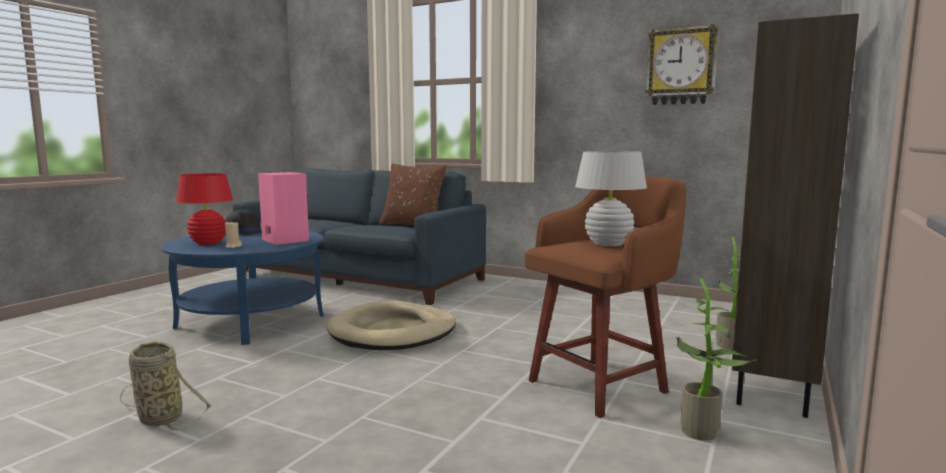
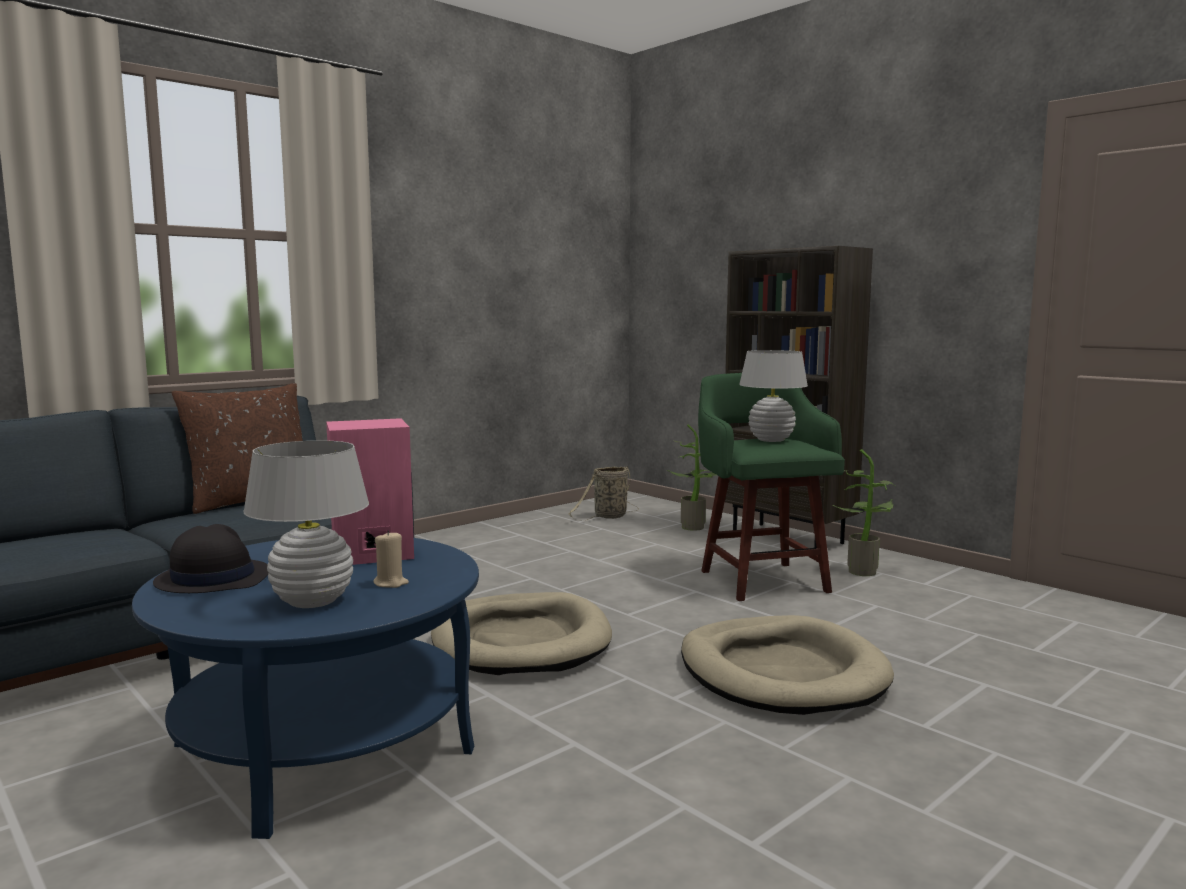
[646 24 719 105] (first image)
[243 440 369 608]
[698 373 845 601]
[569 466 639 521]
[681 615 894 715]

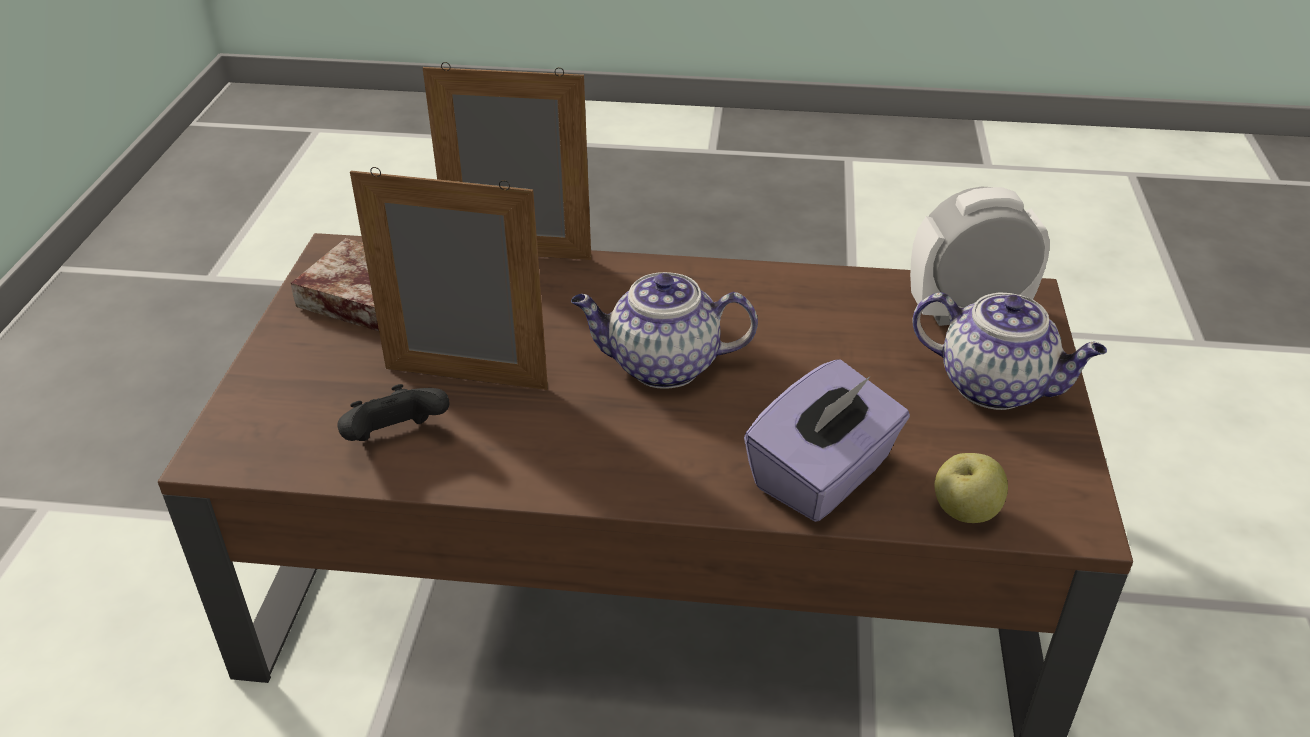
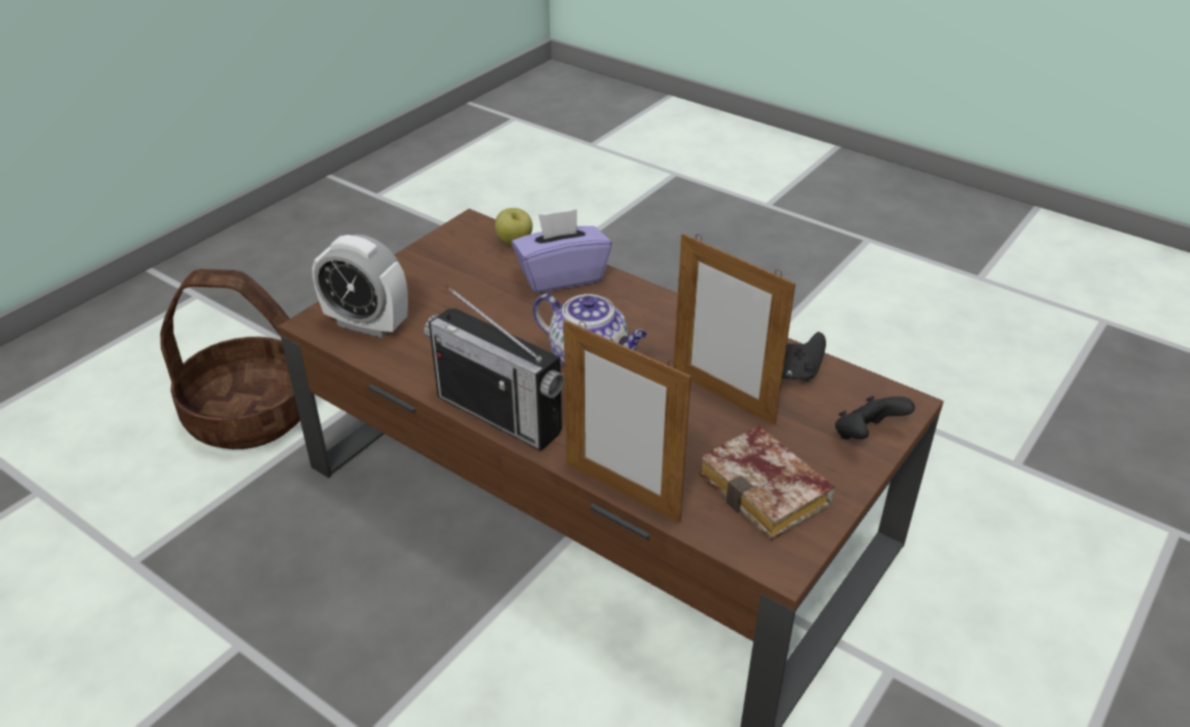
[912 292 1107 410] (first image)
[160 269 300 449]
[424 285 564 451]
[835 396 915 439]

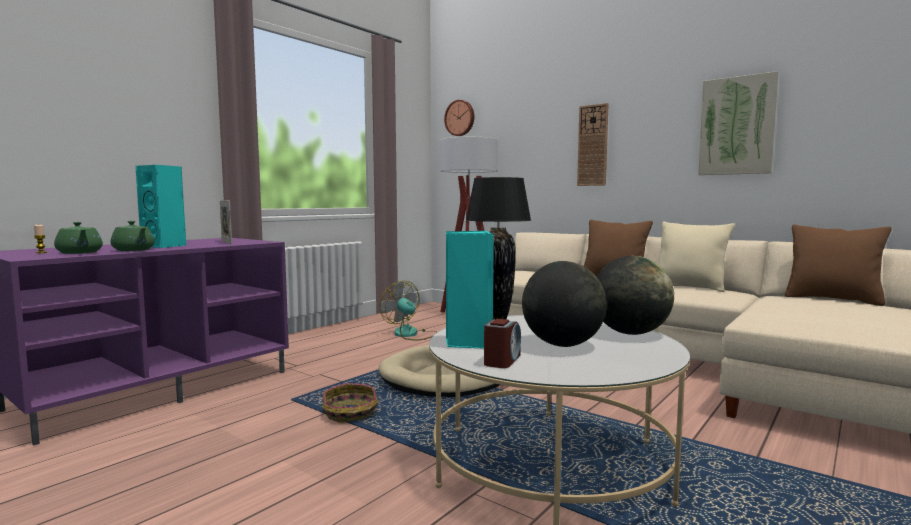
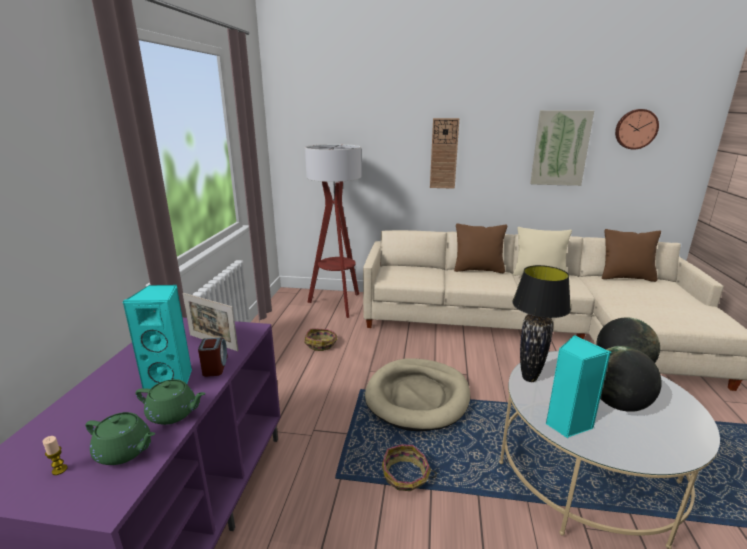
[615 109 659 150]
[304 328 337 351]
[198 337 228 377]

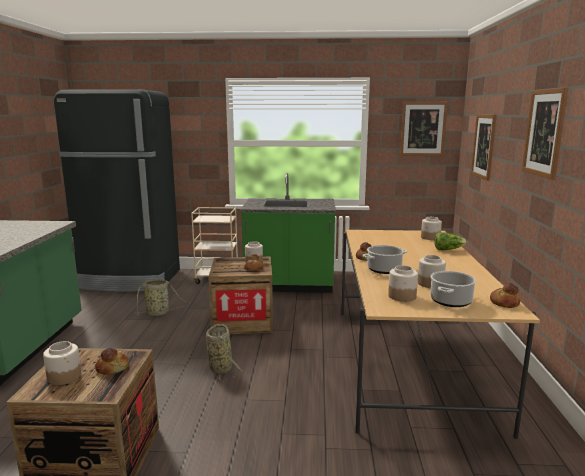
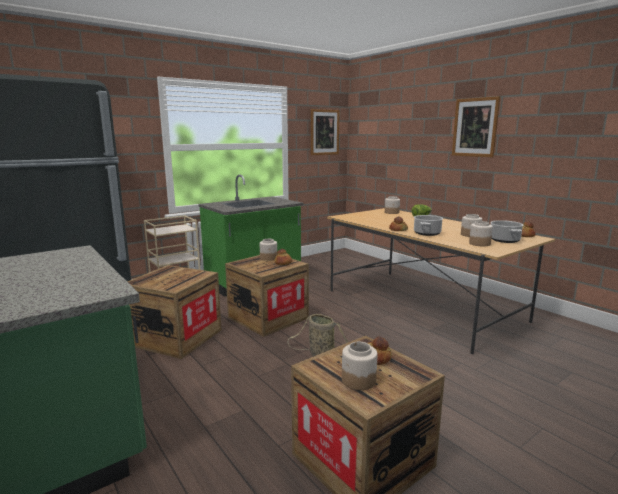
[471 114 497 181] (first image)
[127 265 221 359]

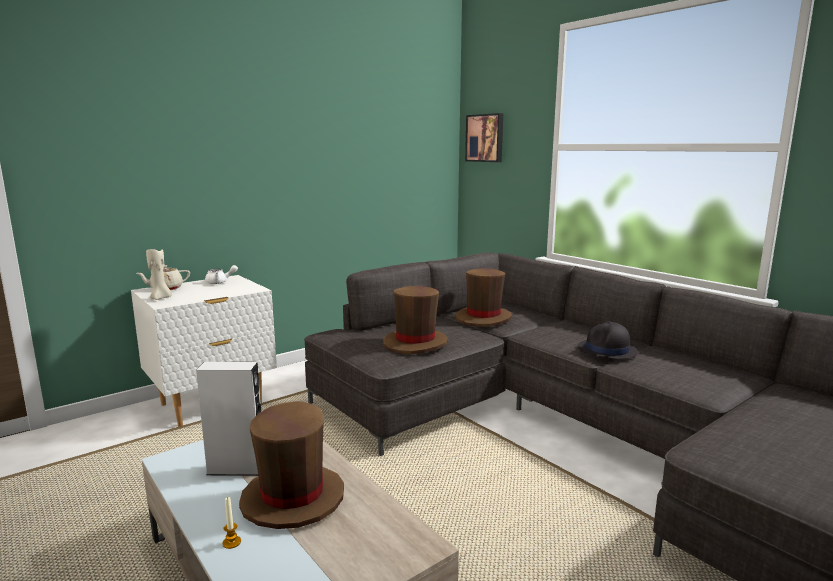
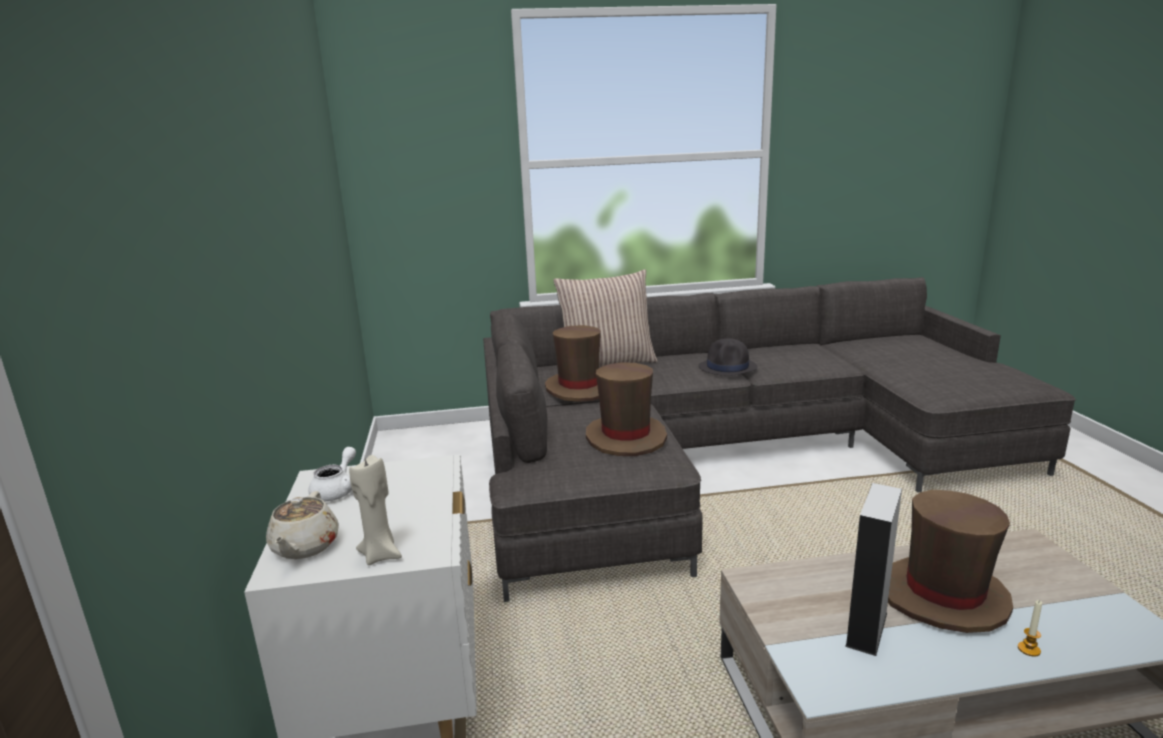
[465 113 503 162] (first image)
[553 270 658 367]

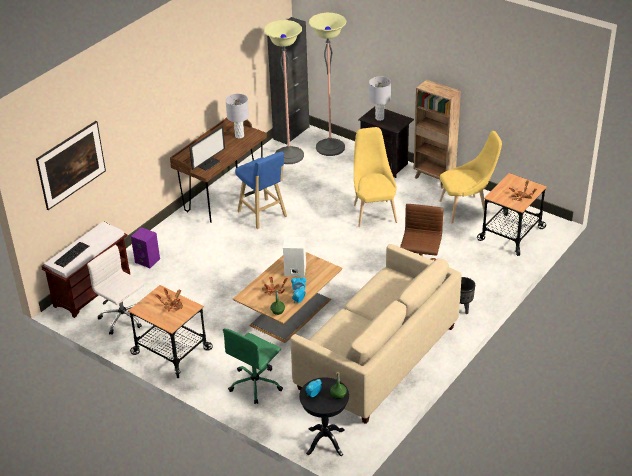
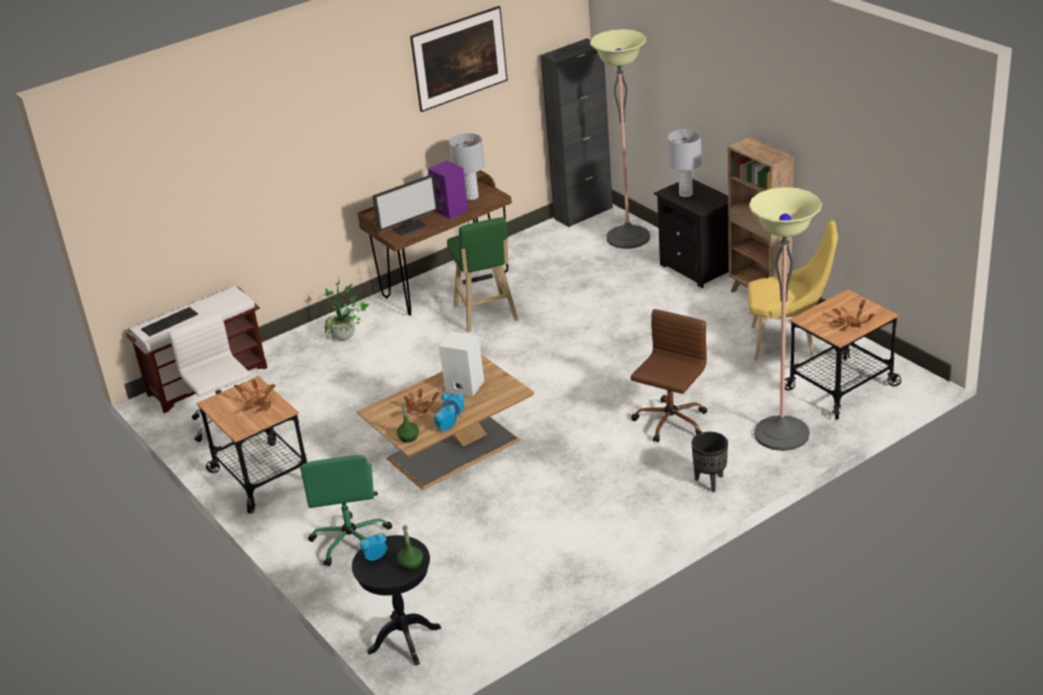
[749 187 822 451]
[410 6 508 112]
[354 127 397 227] (first image)
[447 217 518 332]
[428 160 468 219]
[290 244 462 424] (first image)
[300 455 392 566]
[324 278 370 341]

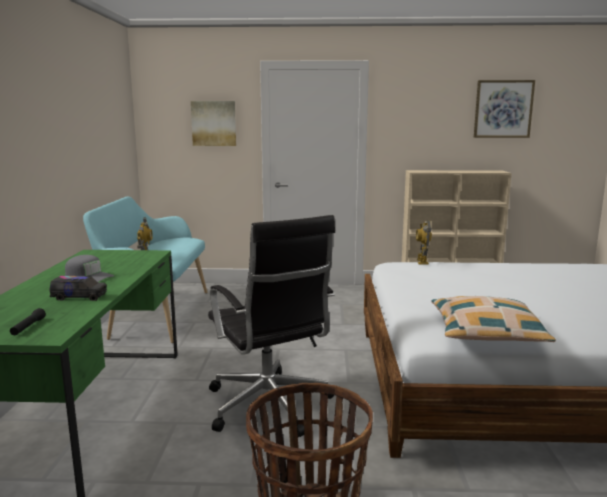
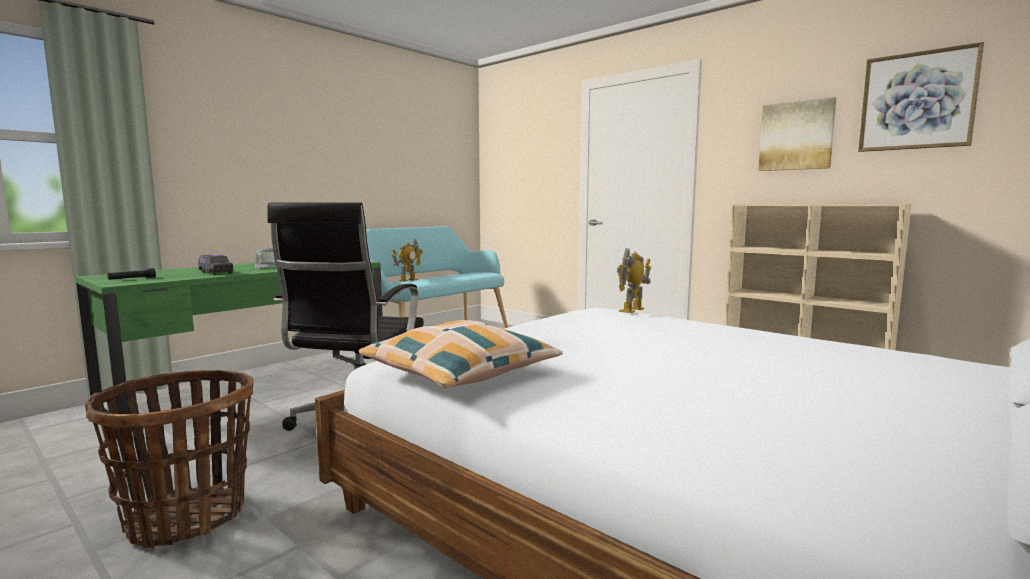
[758 97 836 171]

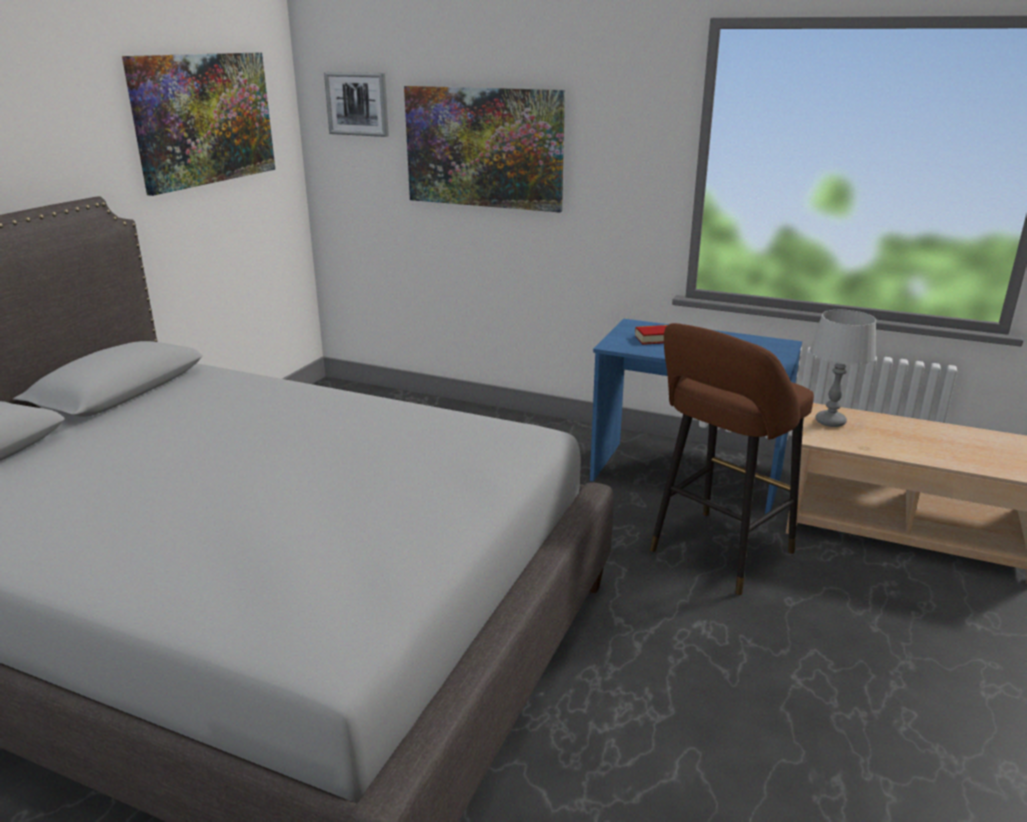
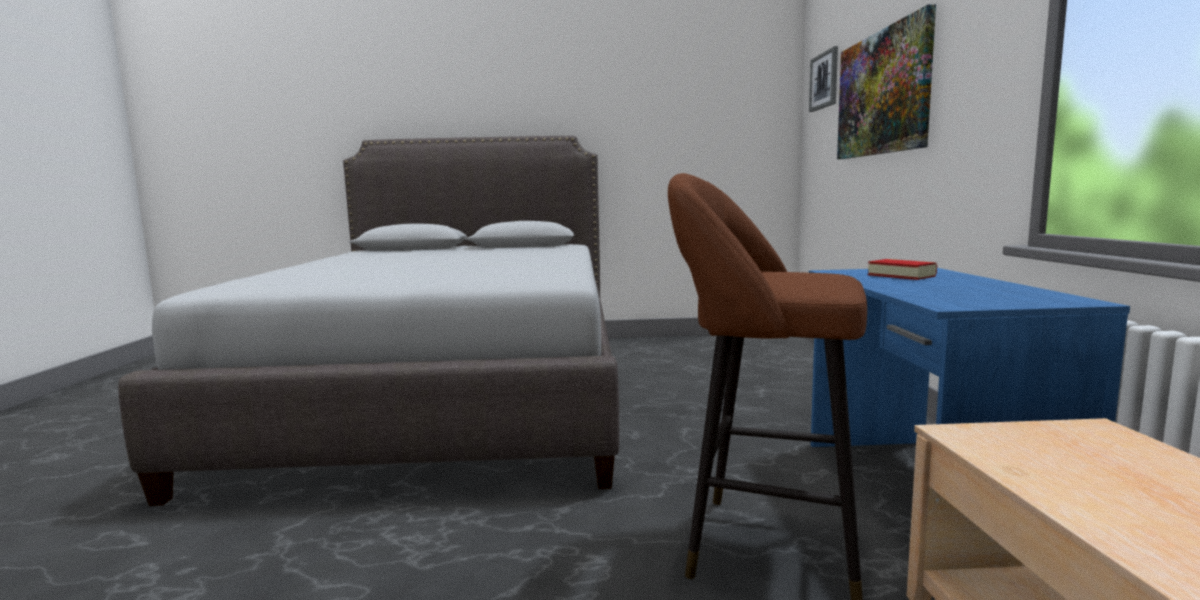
[122 53 275 196] (first image)
[810 310 876 427] (first image)

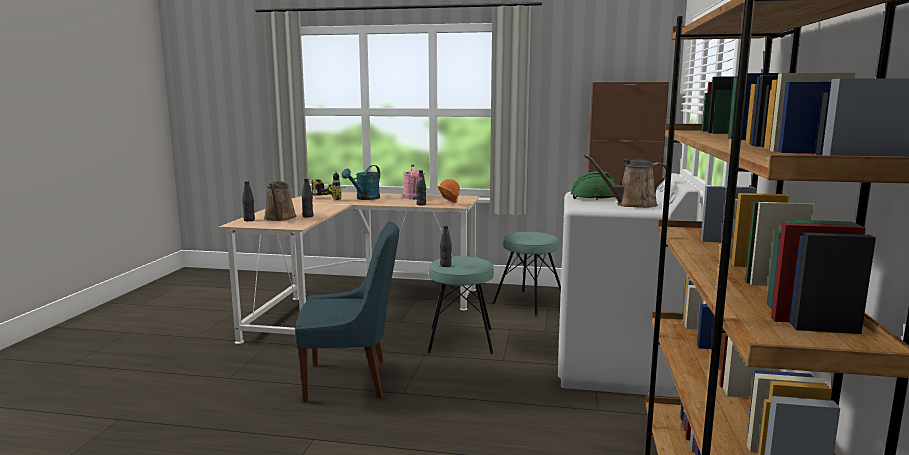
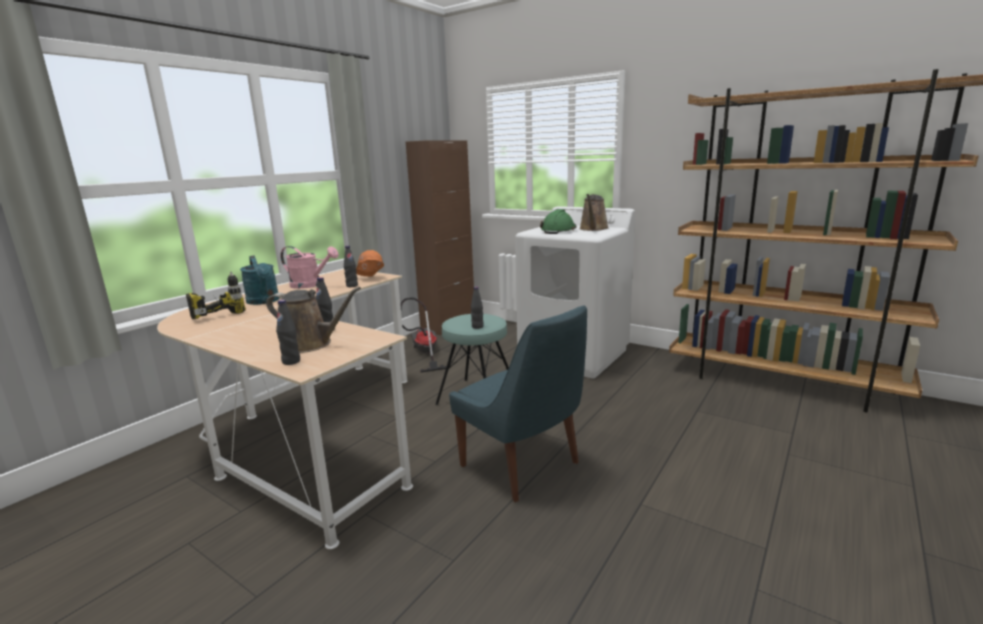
[449 305 587 502]
[400 297 446 373]

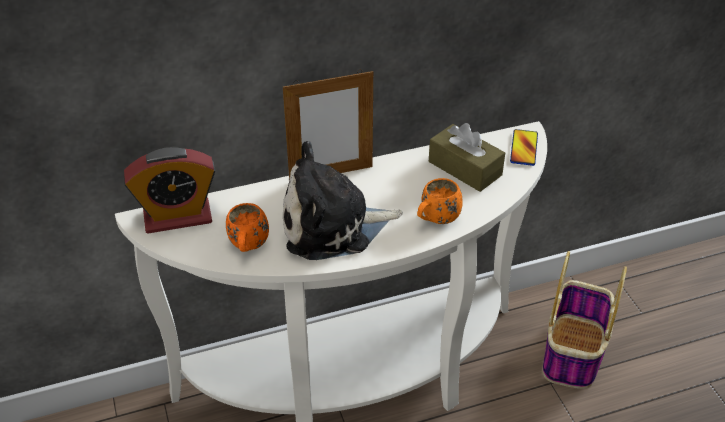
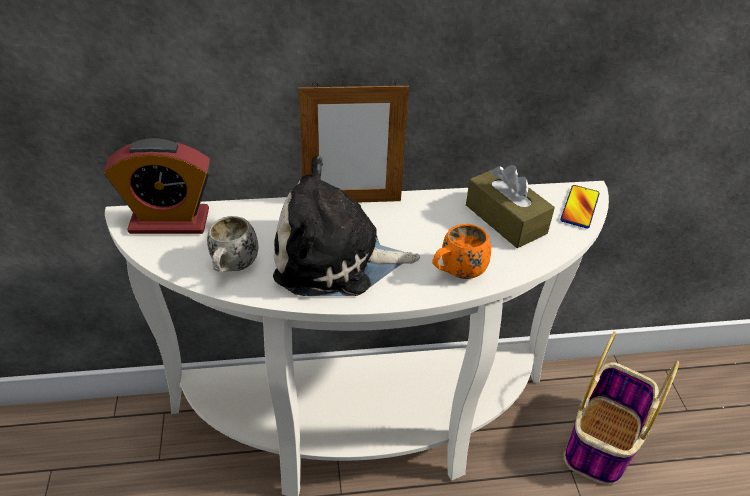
[207 216 258 272]

